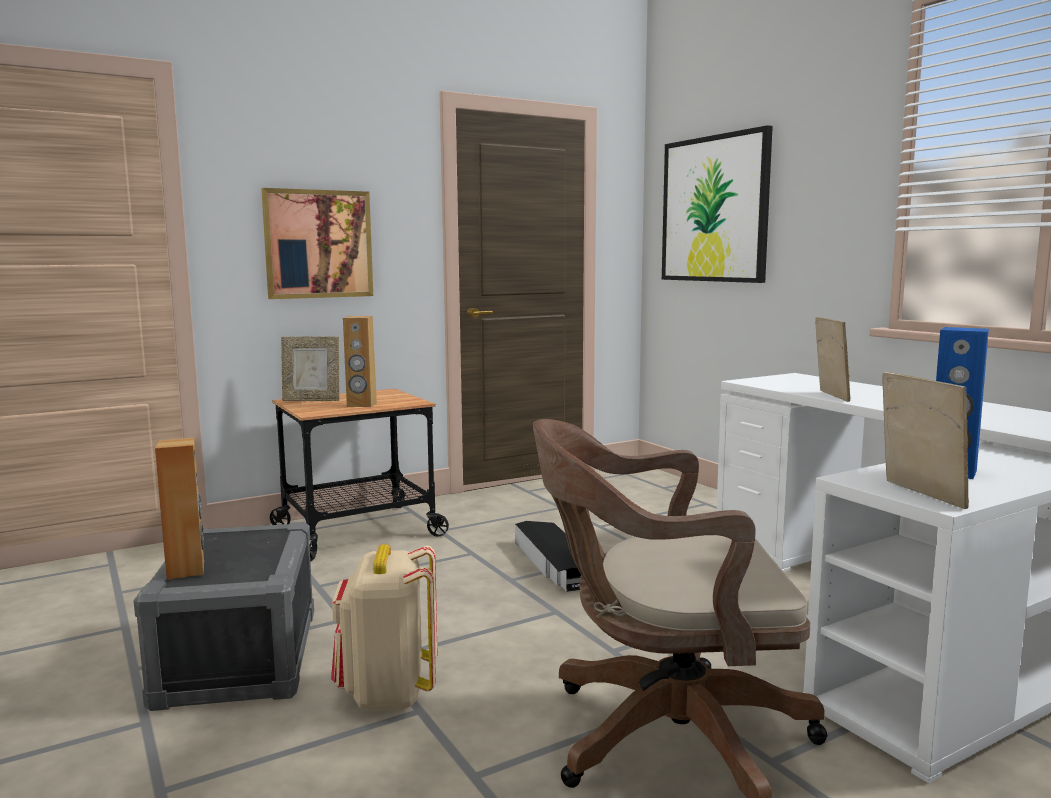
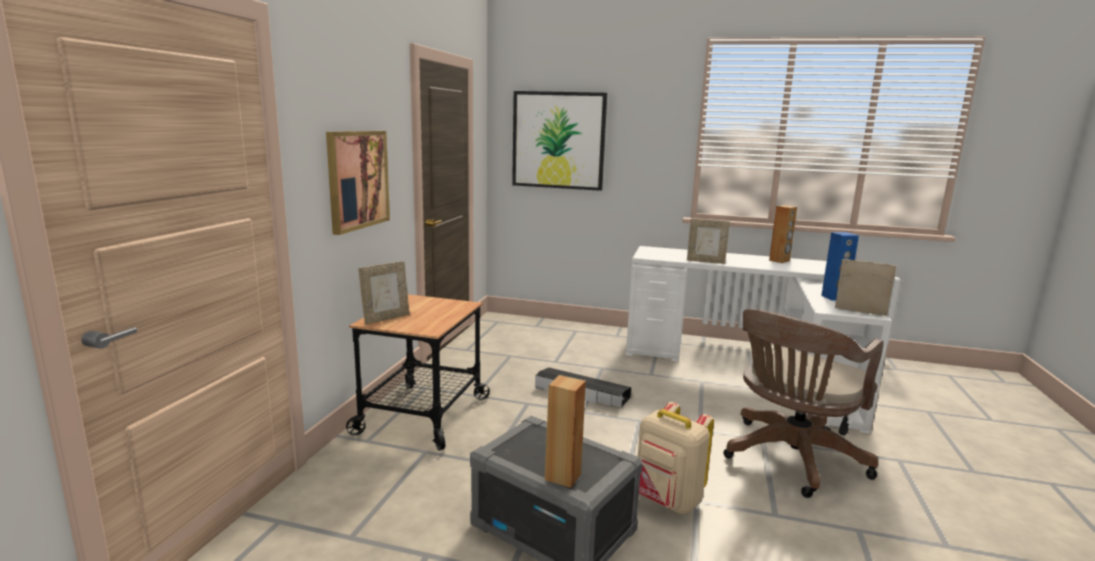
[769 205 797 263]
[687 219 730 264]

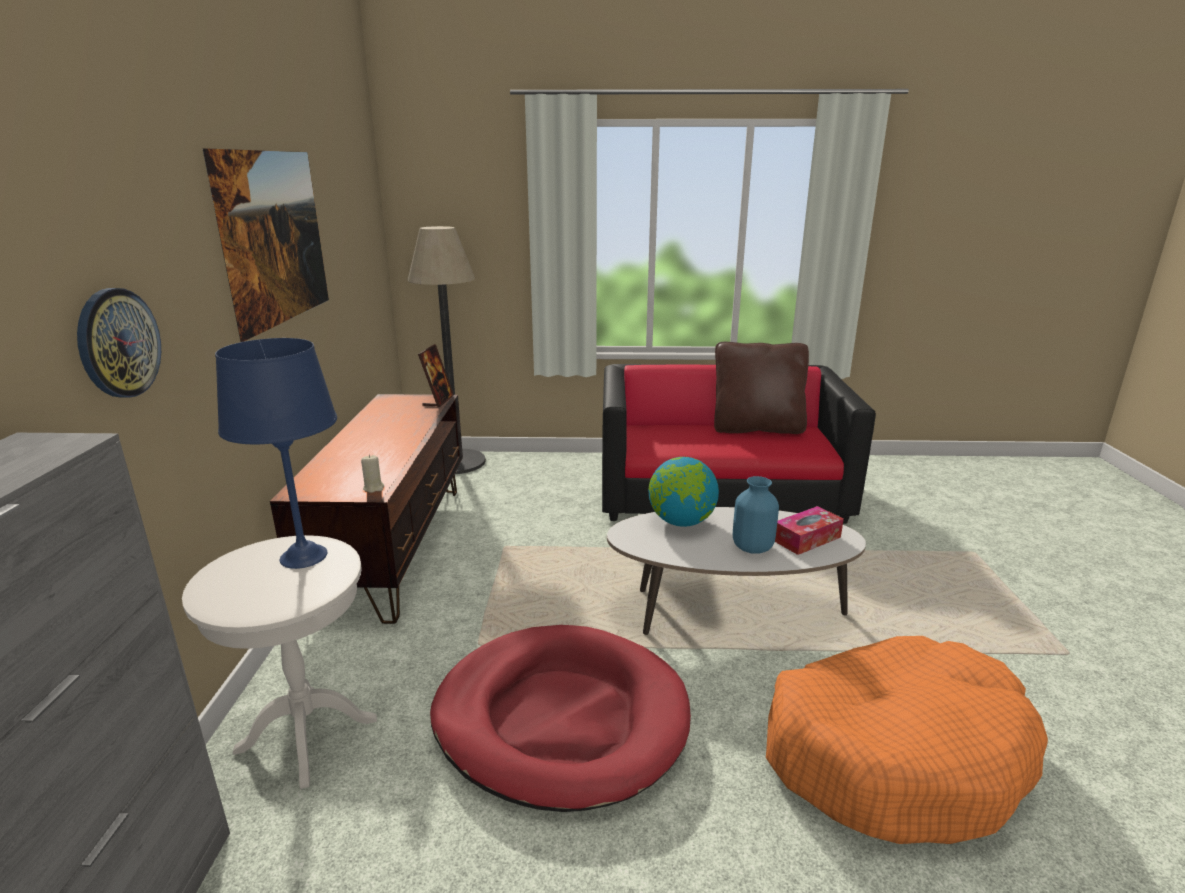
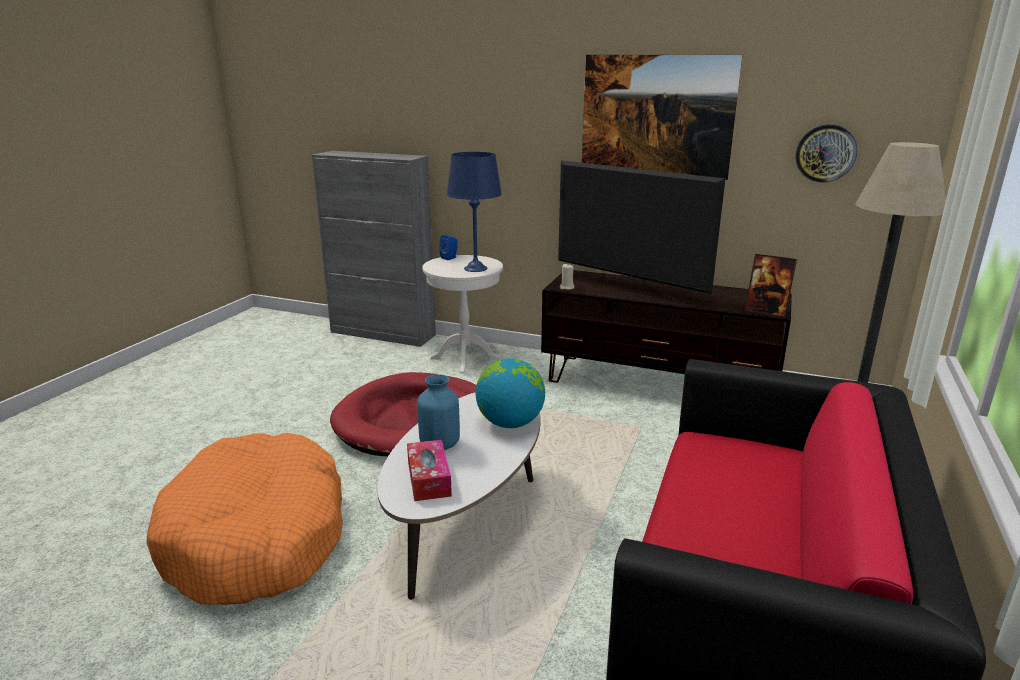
[796 124 857 183]
[714 342 809 434] (first image)
[558 160 725 301]
[440 235 458 260]

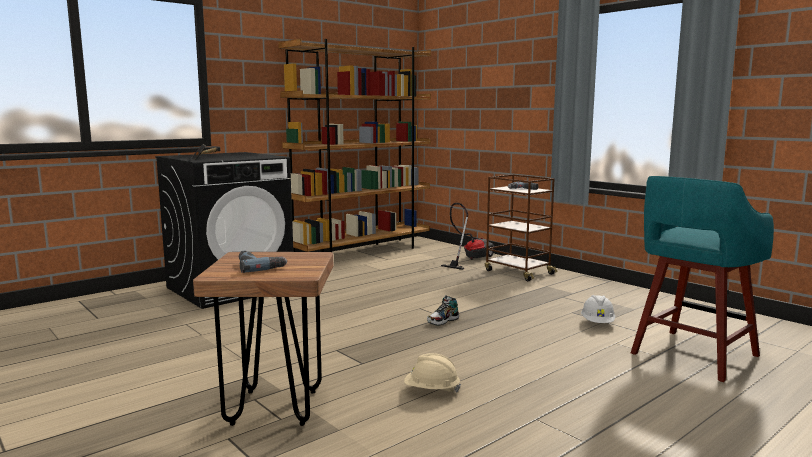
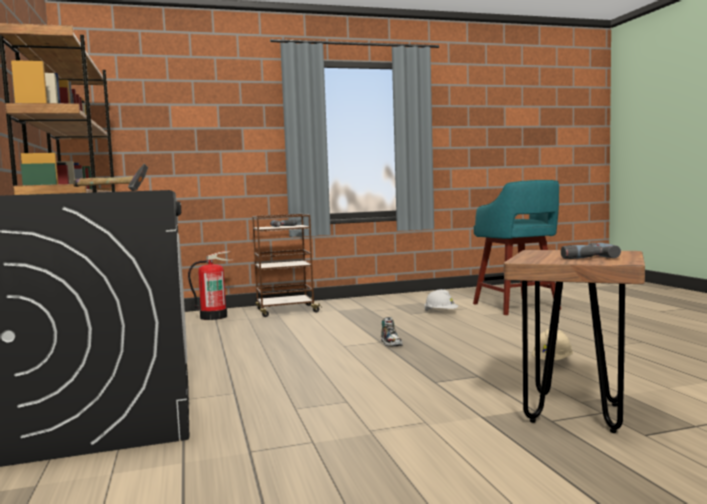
[188 251 231 320]

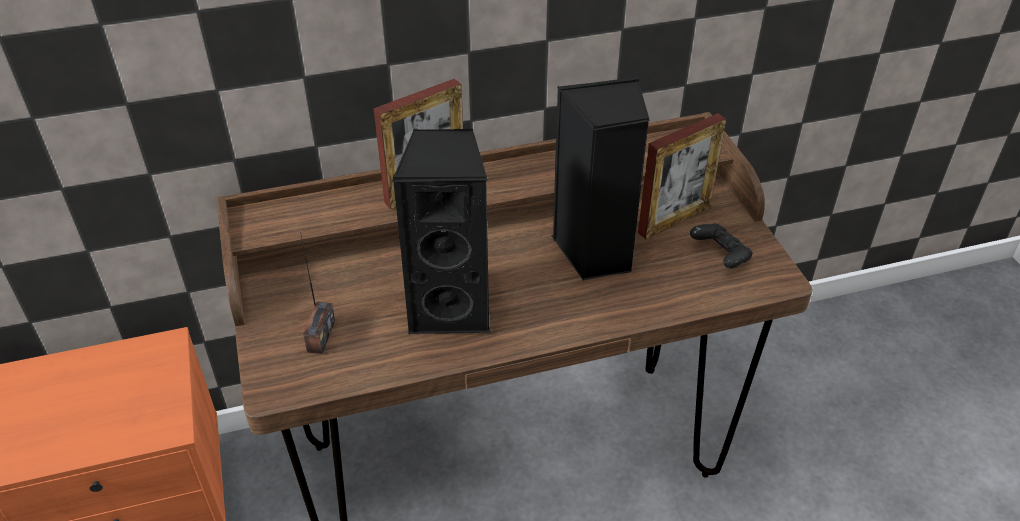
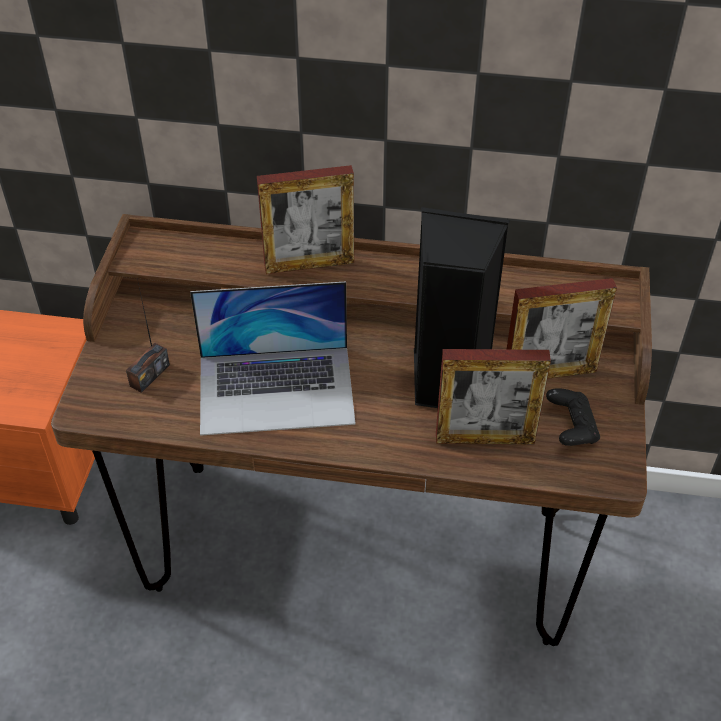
[190 281 356 436]
[436 349 551 445]

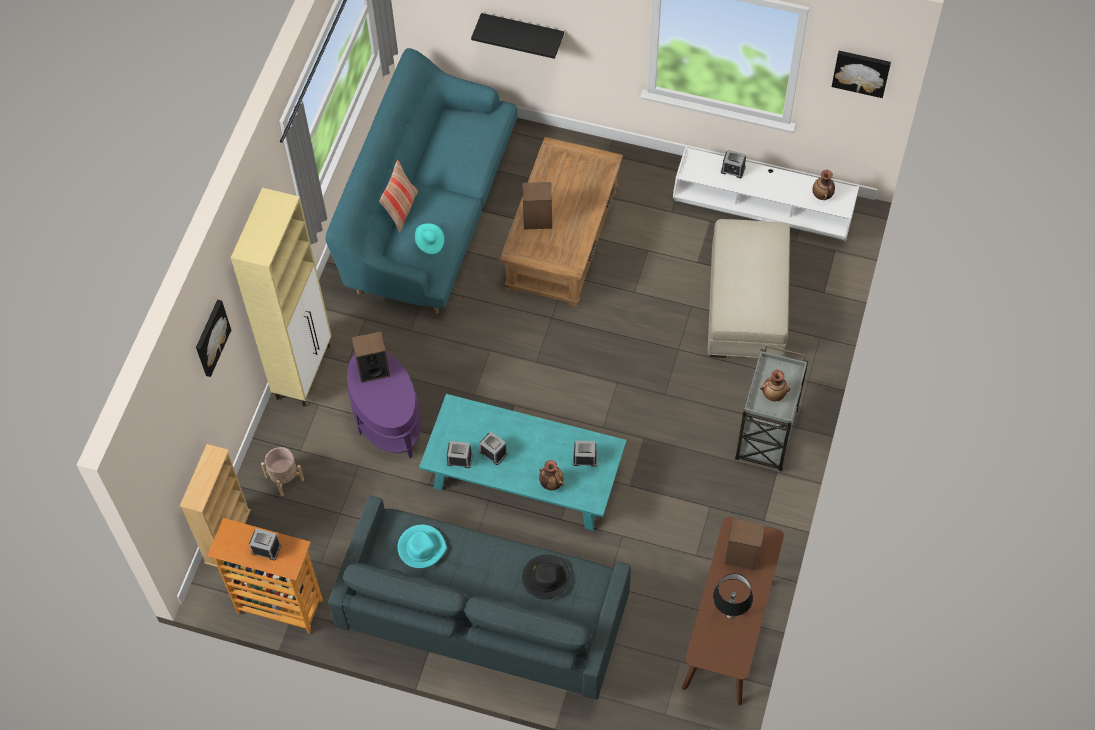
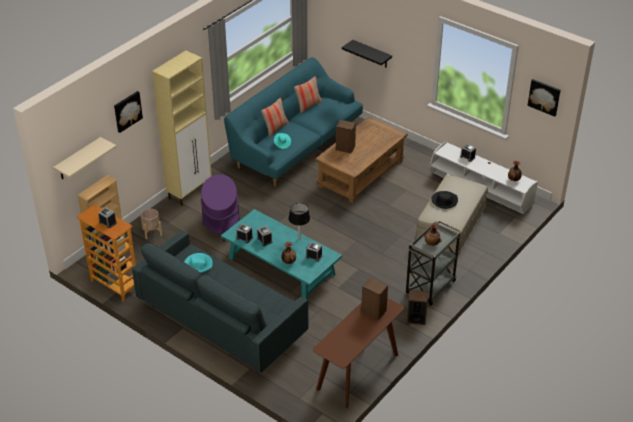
[407 290 428 325]
[431 191 458 209]
[288 203 310 239]
[294 76 322 113]
[53 137 117 179]

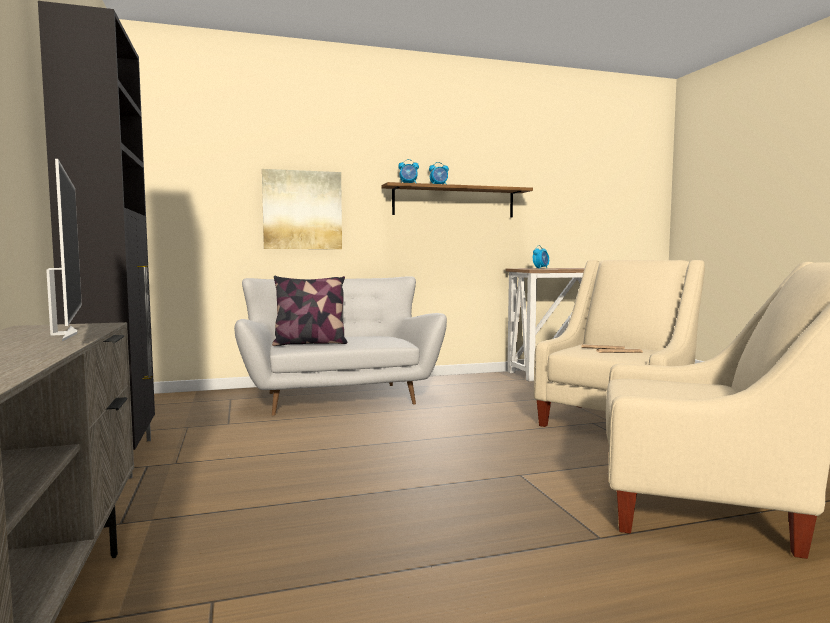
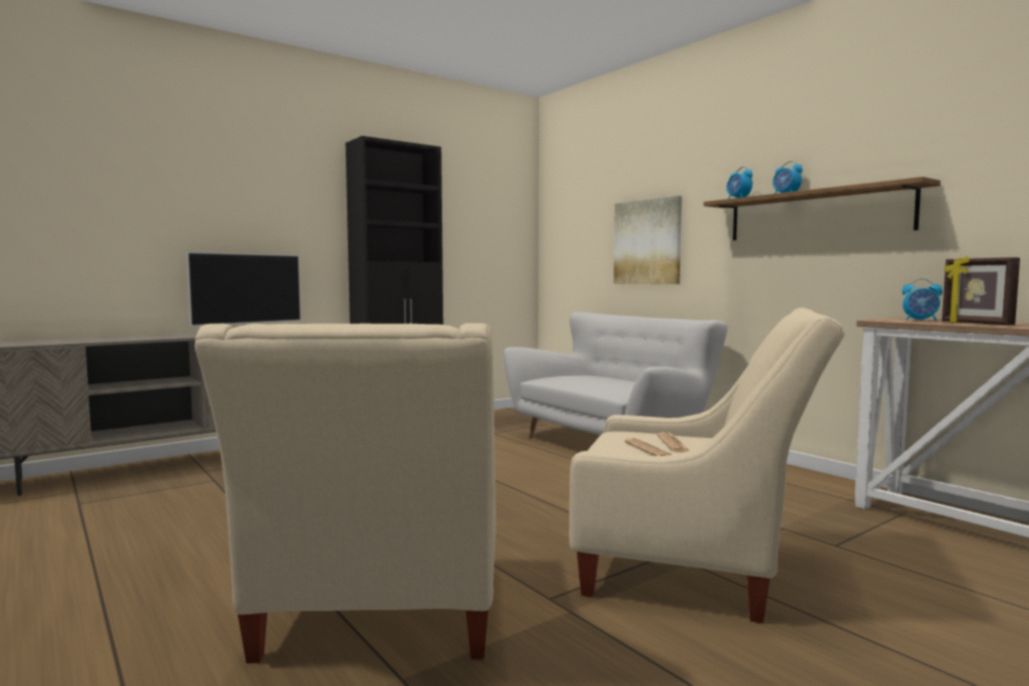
[272 276 348 346] (first image)
[942 256 1020 325]

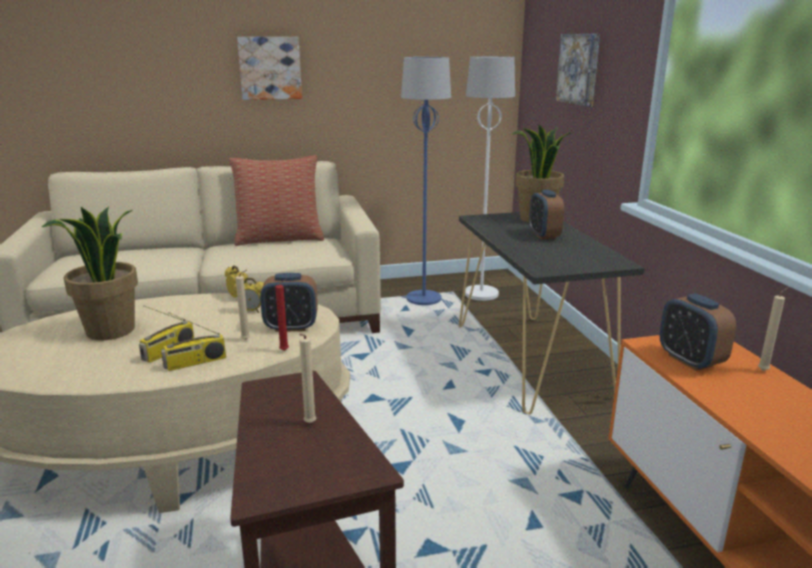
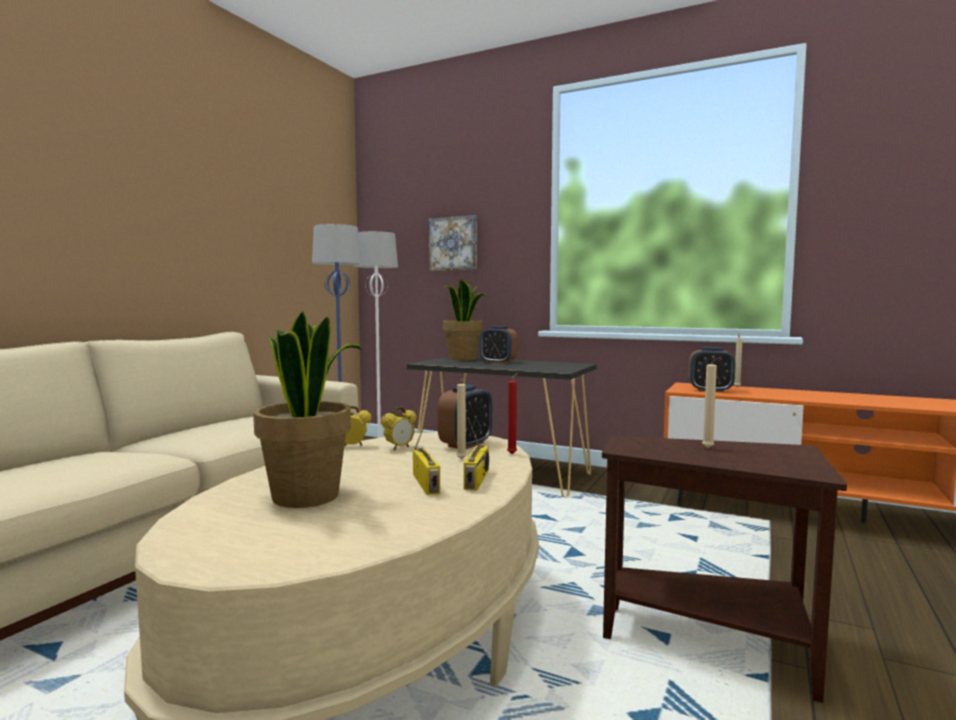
[237 37 302 100] (first image)
[229 155 324 246] (first image)

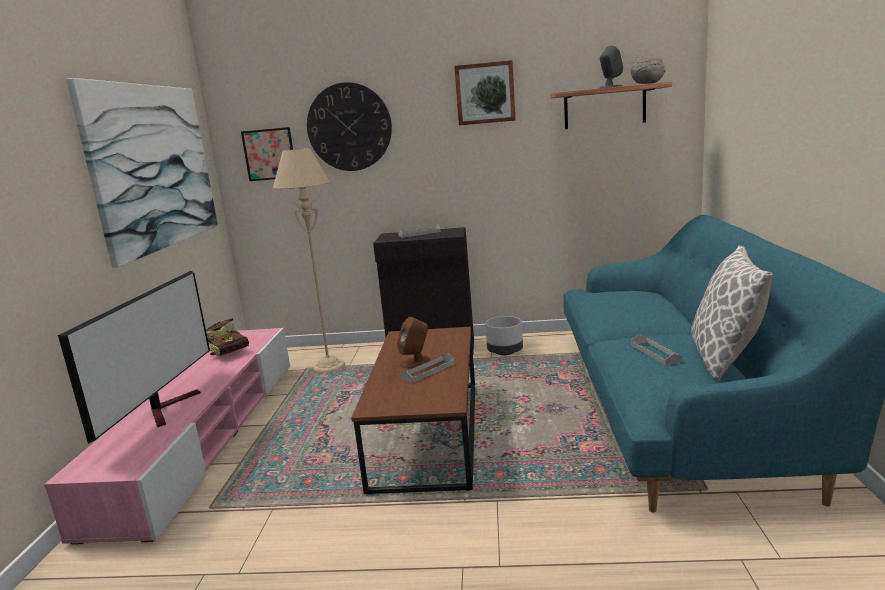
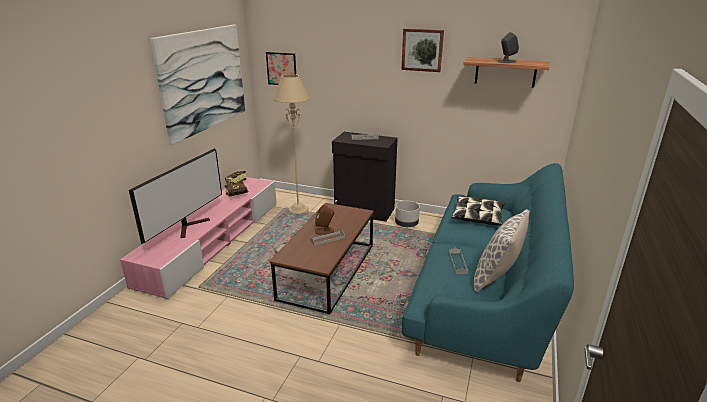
[631 58 665 84] (first image)
[307 82 392 171] (first image)
[451 196 505 225]

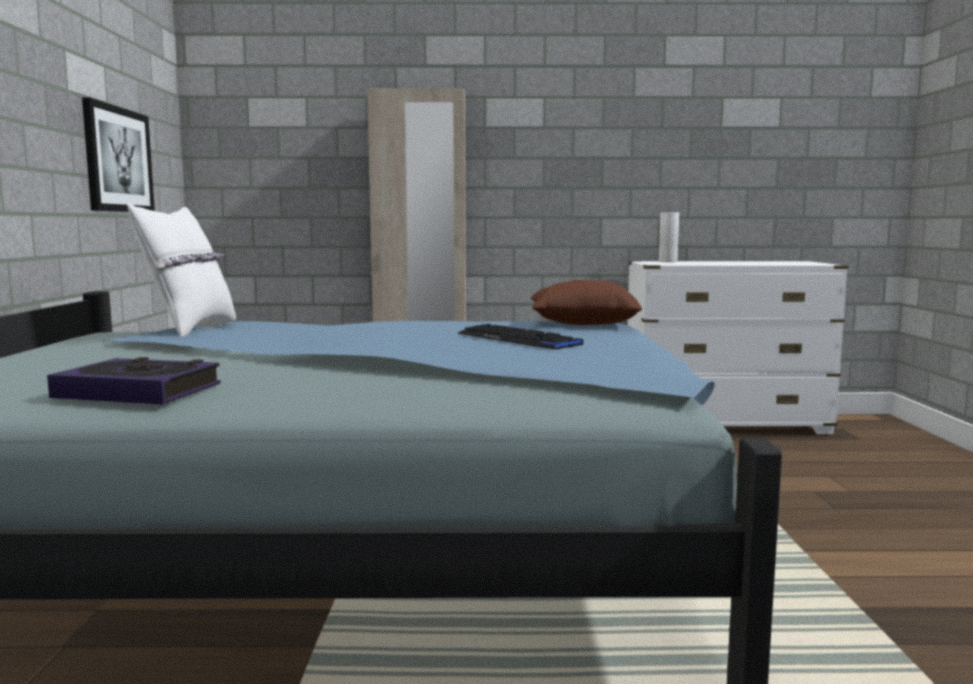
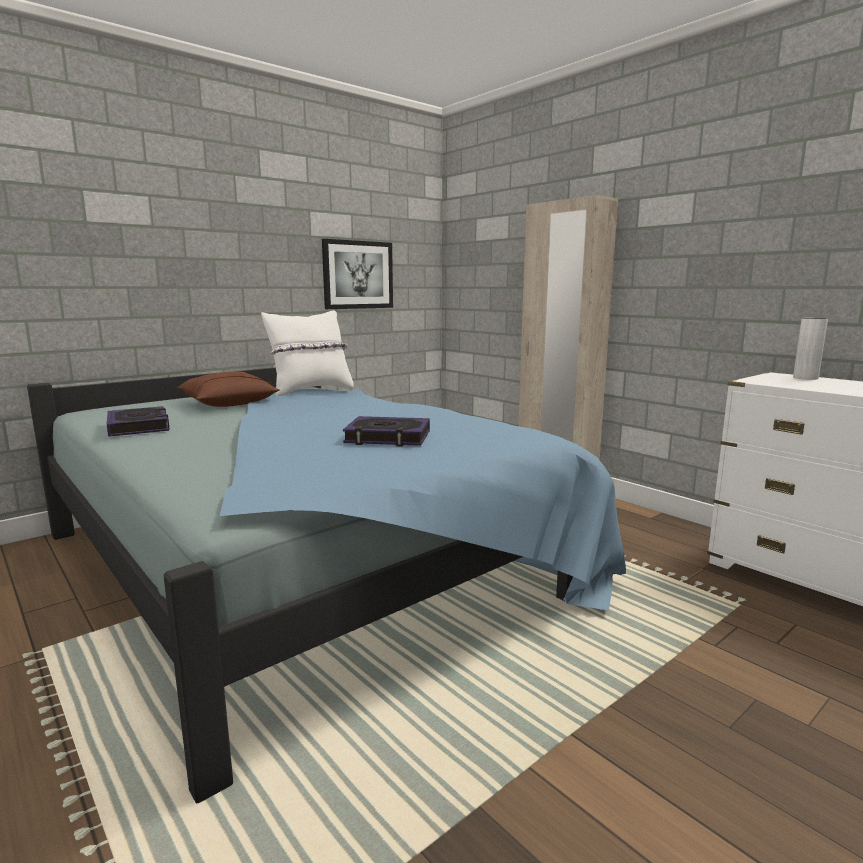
[177 371 280 407]
[343 416 430 447]

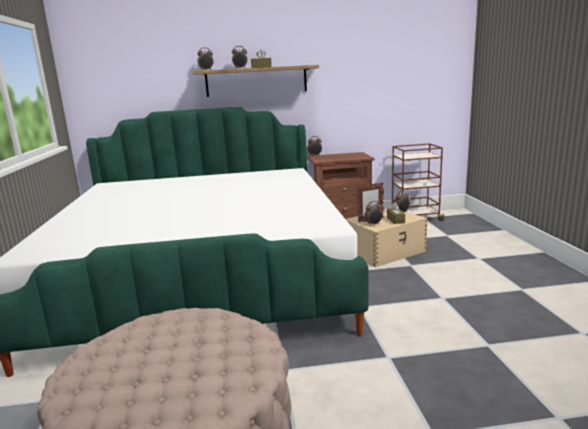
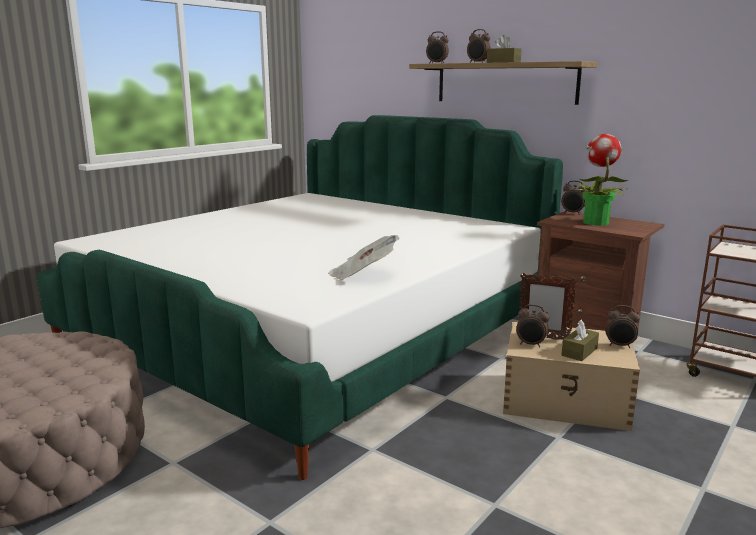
[573 134 628 226]
[328 235 399 280]

